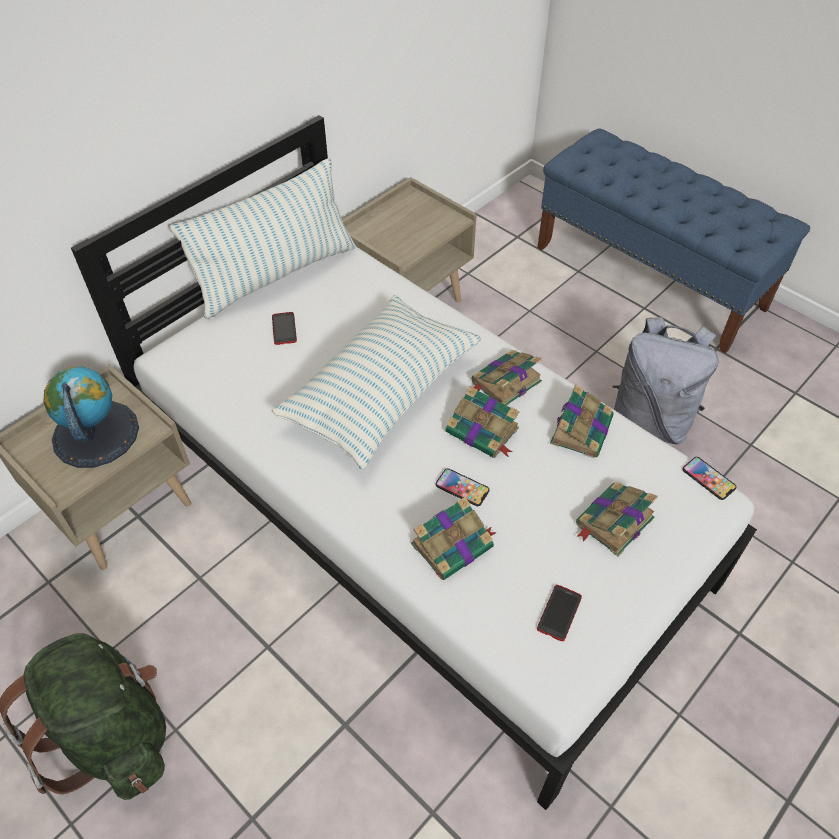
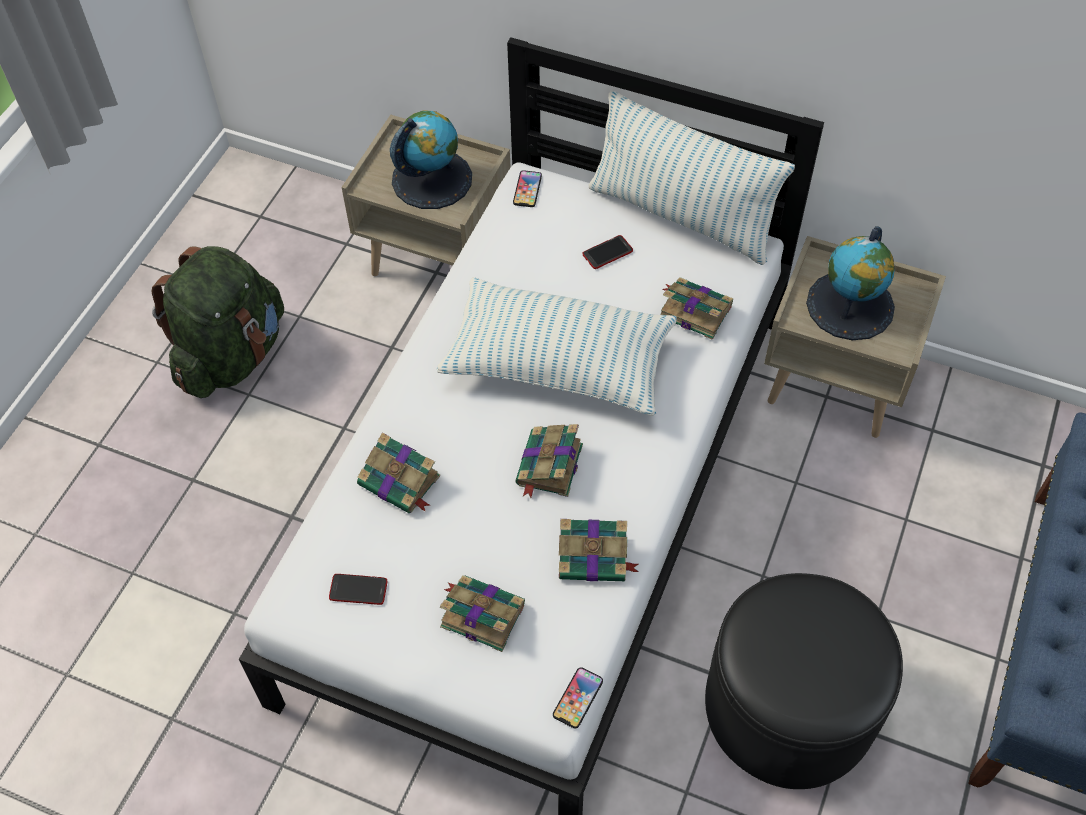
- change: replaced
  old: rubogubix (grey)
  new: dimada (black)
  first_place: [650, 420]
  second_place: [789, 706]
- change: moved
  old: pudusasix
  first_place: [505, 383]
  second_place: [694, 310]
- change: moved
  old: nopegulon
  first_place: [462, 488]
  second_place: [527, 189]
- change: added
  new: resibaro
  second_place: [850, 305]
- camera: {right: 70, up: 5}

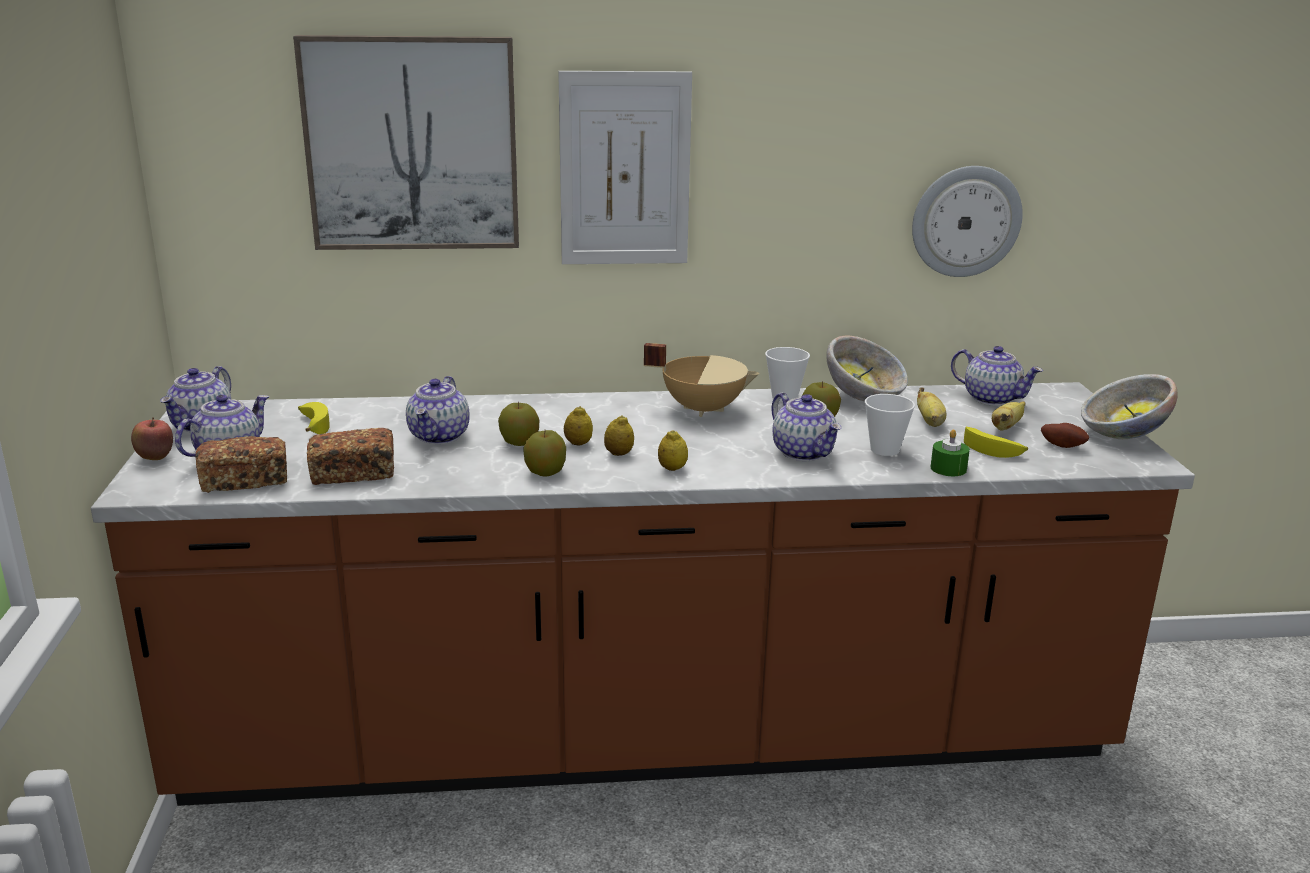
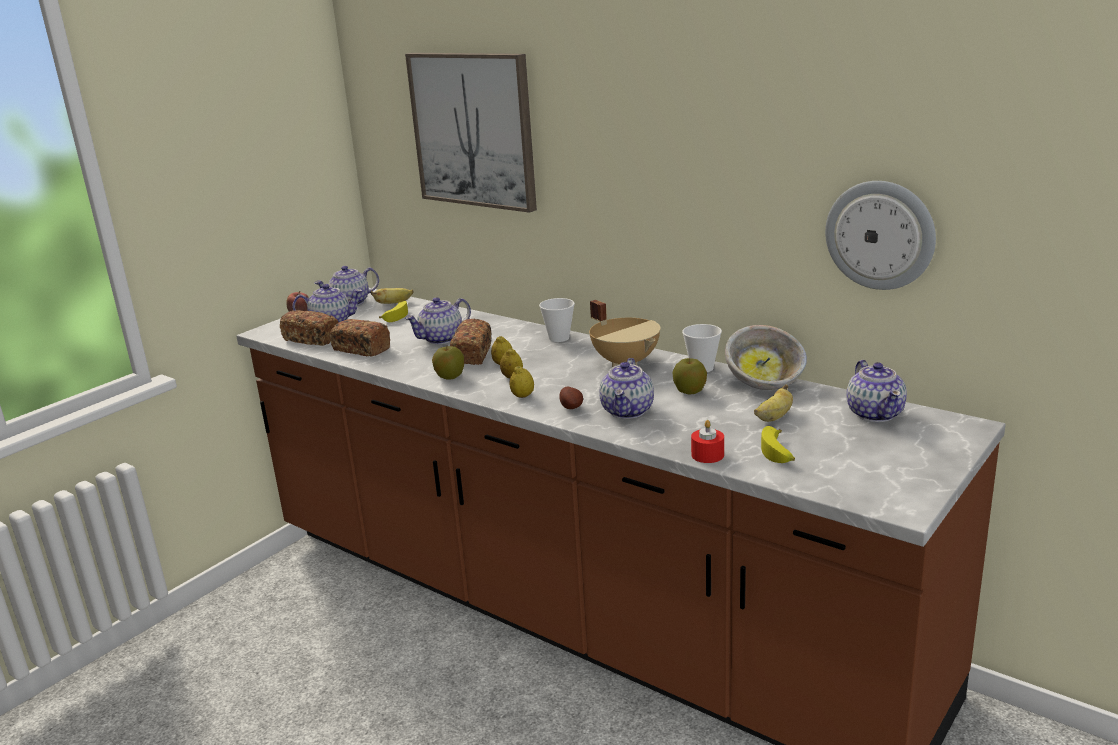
- change: removed
  old: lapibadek
  first_place: [625, 170]
- change: removed
  old: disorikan
  first_place: [1122, 435]
- change: moved
  old: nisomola
  first_place: [884, 450]
  second_place: [559, 338]
- change: replaced
  old: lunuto
  new: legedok
  first_place: [519, 443]
  second_place: [473, 354]
- change: moved
  old: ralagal
  first_place: [1006, 427]
  second_place: [394, 303]
- change: moved
  old: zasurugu
  first_place: [1063, 445]
  second_place: [572, 407]
- change: recoloured
  old: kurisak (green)
  new: kurisak (red)
  first_place: [948, 468]
  second_place: [707, 455]
- camera: {right: 45, up: 0}

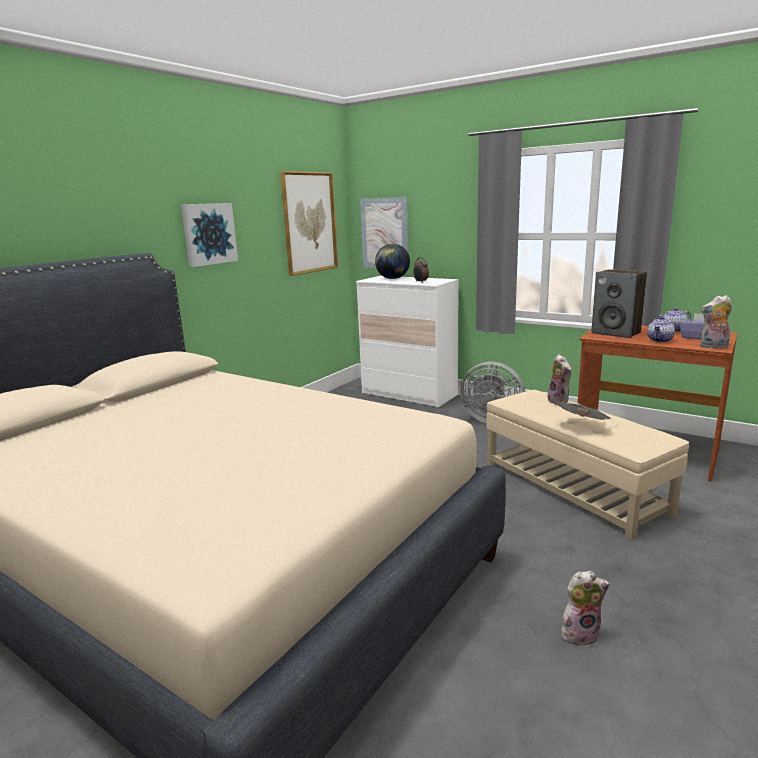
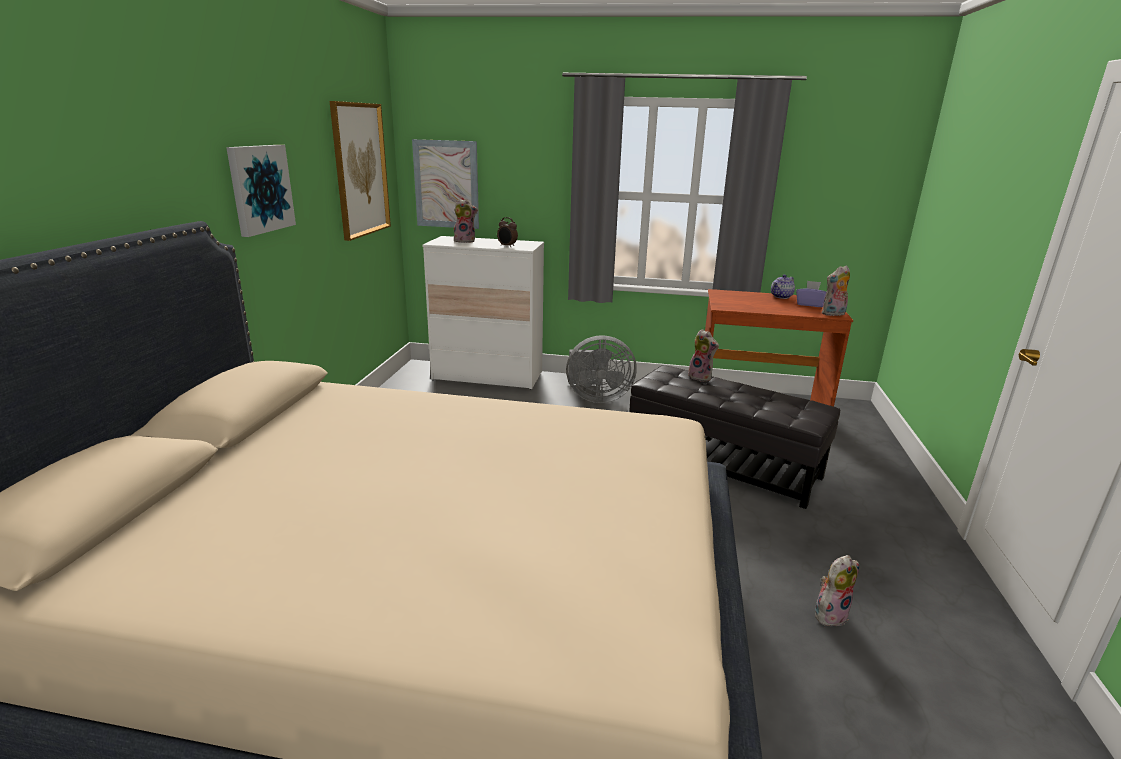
- change: replaced
  old: resibaro
  new: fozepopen
  first_place: [392, 279]
  second_place: [465, 241]
- change: removed
  old: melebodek
  first_place: [616, 333]
- change: removed
  old: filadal
  first_place: [660, 340]
- change: recoloured
  old: dimada (beige)
  new: dimada (black)
  first_place: [572, 487]
  second_place: [722, 463]
- change: removed
  old: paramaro
  first_place: [583, 426]
- camera: {right: -25, up: 5}

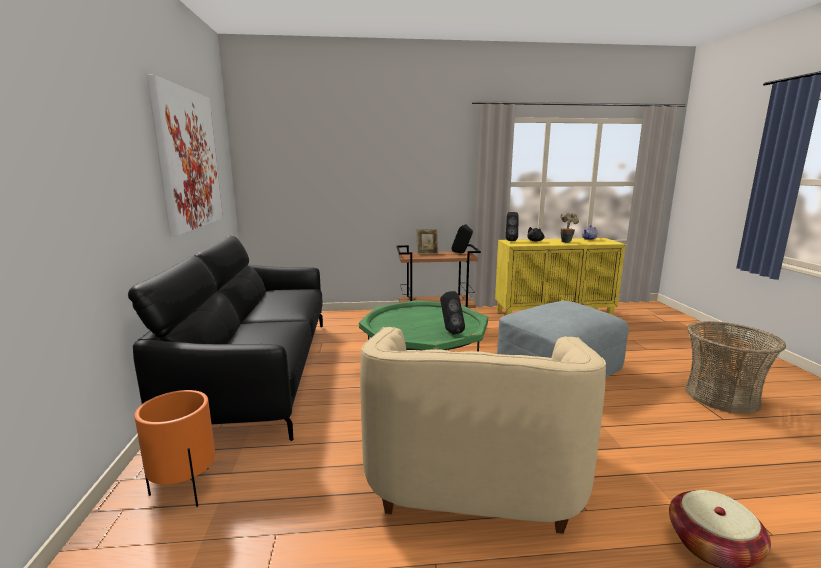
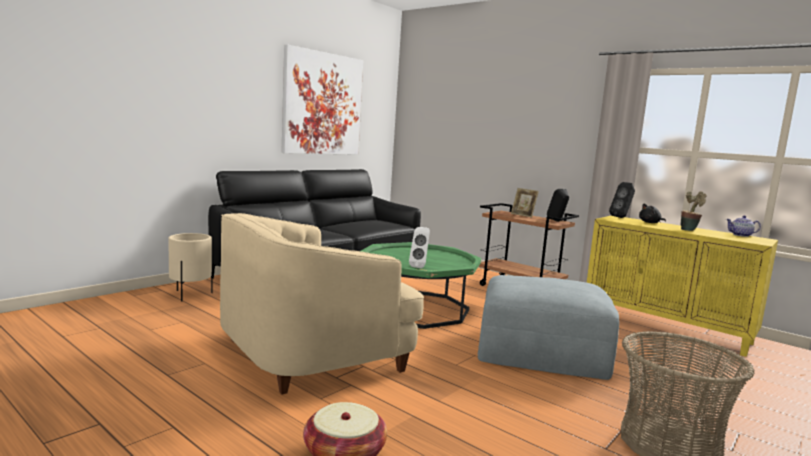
- change: recoloured
  old: melebodek (black)
  new: melebodek (white)
  first_place: [450, 331]
  second_place: [419, 267]
- change: recoloured
  old: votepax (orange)
  new: votepax (beige)
  first_place: [185, 489]
  second_place: [190, 294]
- camera: {right: 45, up: -5}

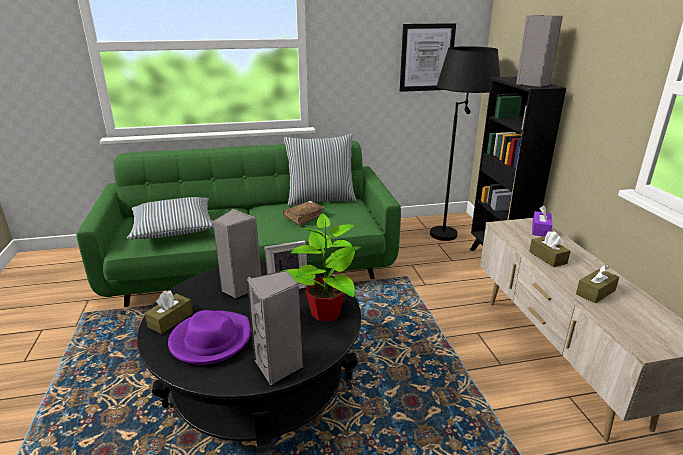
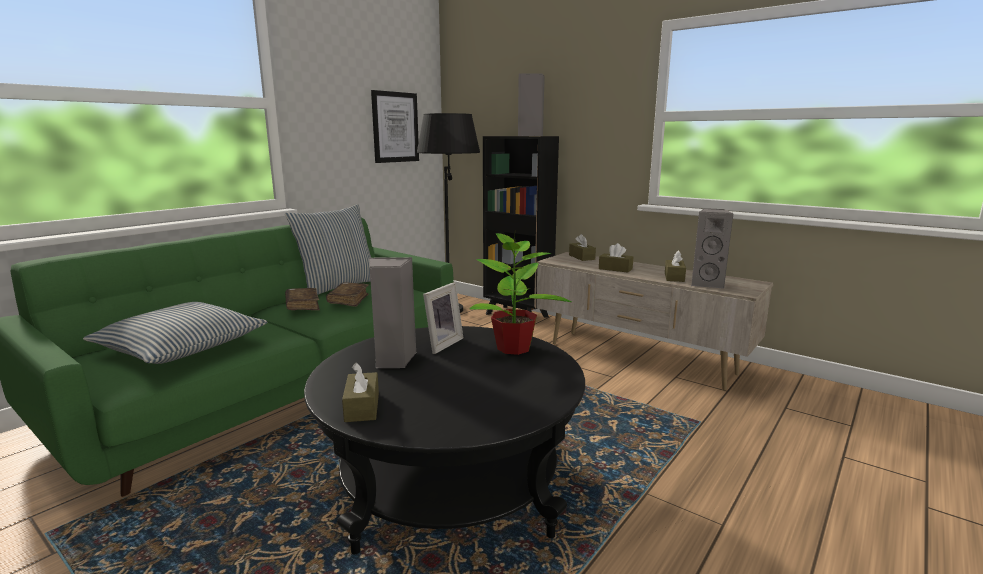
- change: recoloured
  old: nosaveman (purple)
  new: nosaveman (brown)
  first_place: [540, 229]
  second_place: [581, 257]
- change: moved
  old: melebodek (grey)
  first_place: [279, 366]
  second_place: [707, 284]
- change: removed
  old: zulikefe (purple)
  first_place: [211, 340]
- change: added
  new: pudusasix (brown)
  second_place: [302, 305]
- camera: {right: -40, up: -10}

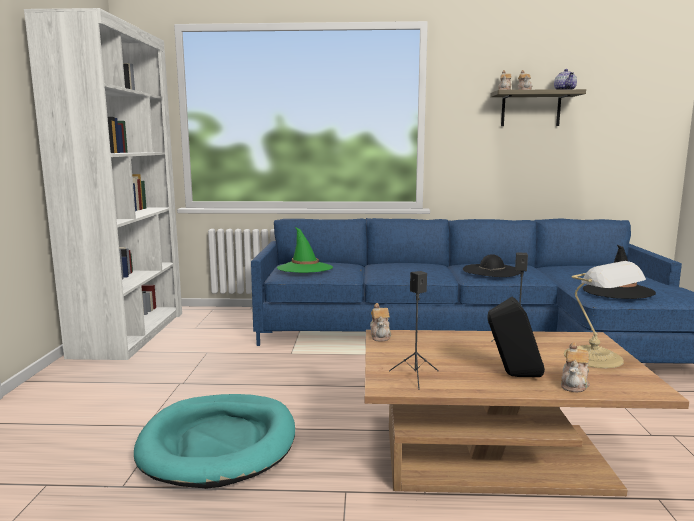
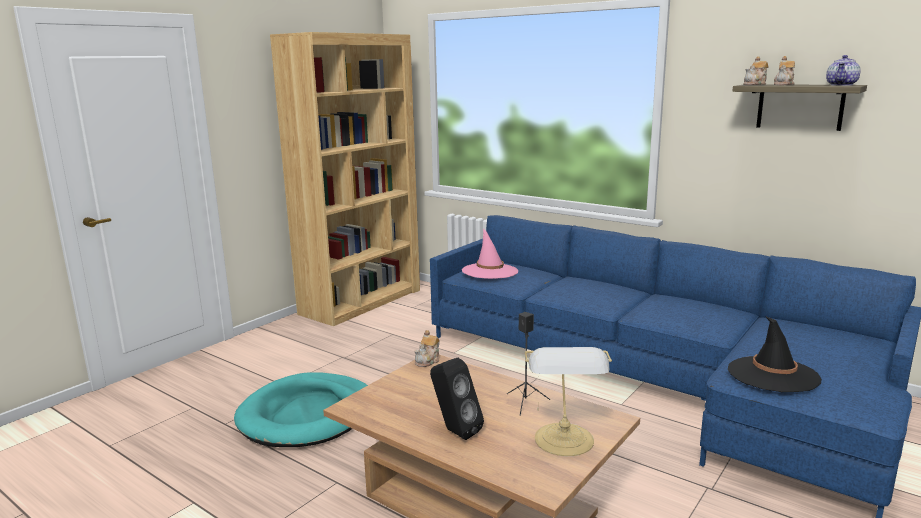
- change: recoloured
  old: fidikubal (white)
  new: fidikubal (brown)
  first_place: [130, 333]
  second_place: [361, 301]
- change: recoloured
  old: zulikefe (green)
  new: zulikefe (pink)
  first_place: [305, 268]
  second_place: [490, 271]
- change: removed
  old: zulikefe (black)
  first_place: [491, 270]
- change: removed
  old: melebodek (black)
  first_place: [415, 377]
- change: removed
  old: filadal
  first_place: [574, 384]
- camera: {right: 35, up: 5}

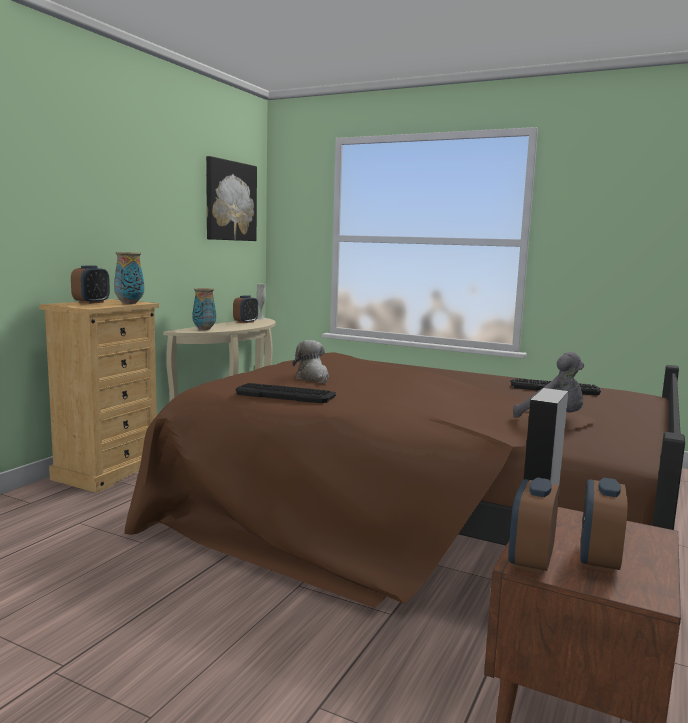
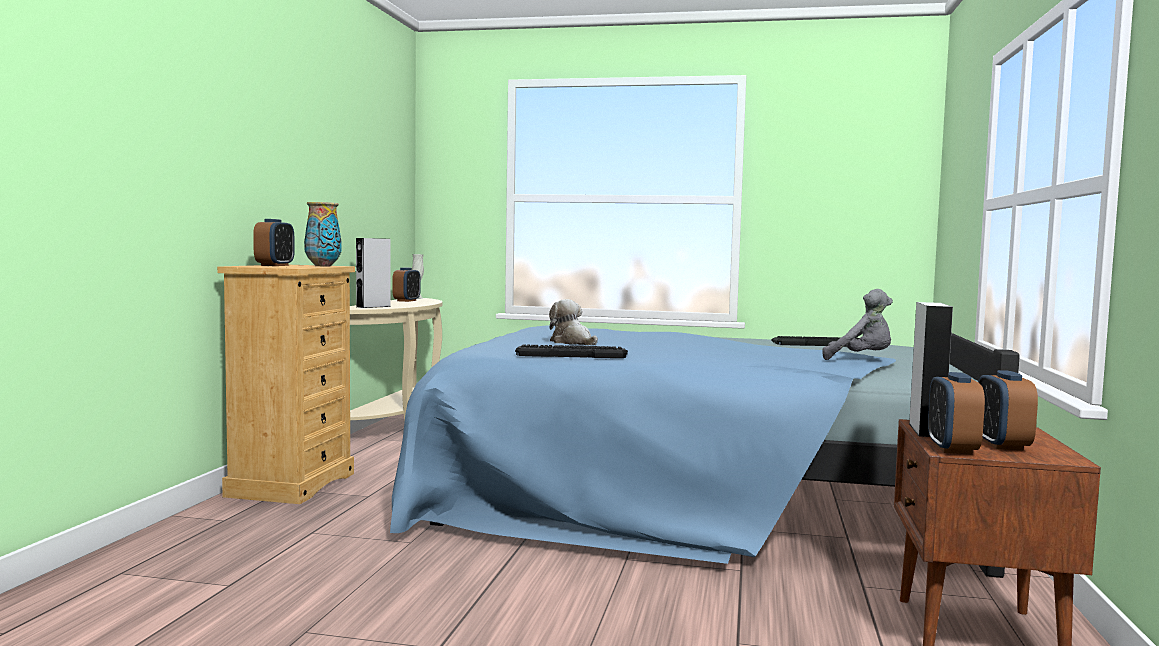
- change: removed
  old: lapibadek
  first_place: [230, 201]
- change: replaced
  old: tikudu
  new: melebodek (grey)
  first_place: [204, 329]
  second_place: [373, 306]
- change: recoloured
  old: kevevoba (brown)
  new: kevevoba (blue)
  first_place: [416, 518]
  second_place: [694, 495]
- camera: {right: -15, up: -5}

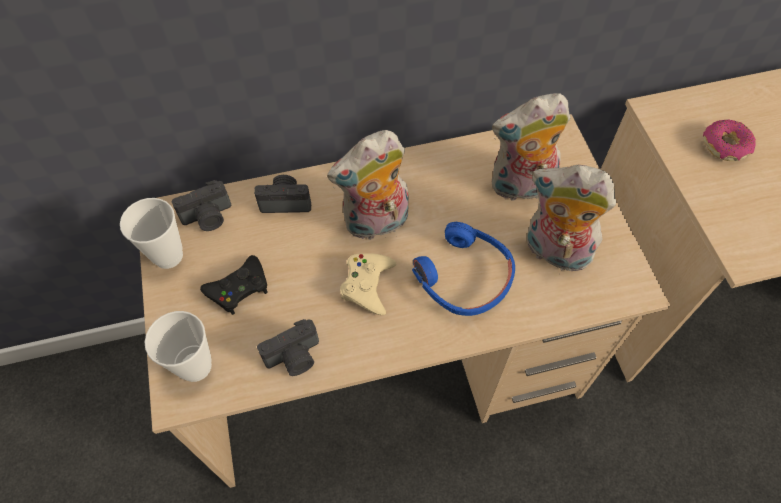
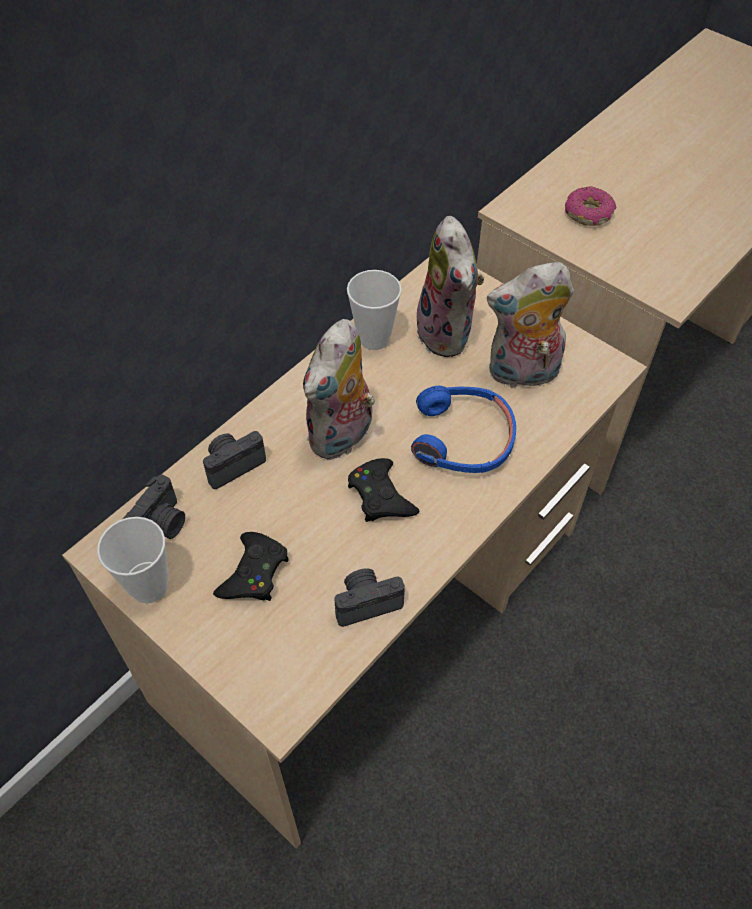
- change: turned
  old: fozepopen
  first_place: [520, 188]
  second_place: [448, 334]
  degrees: -60
- change: recoloured
  old: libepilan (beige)
  new: libepilan (black)
  first_place: [367, 285]
  second_place: [380, 496]
- change: moved
  old: nisomola
  first_place: [195, 366]
  second_place: [374, 339]
- change: turned
  old: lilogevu
  first_place: [295, 358]
  second_place: [366, 602]
  degrees: -135
- camera: {right: -35, up: -5}

